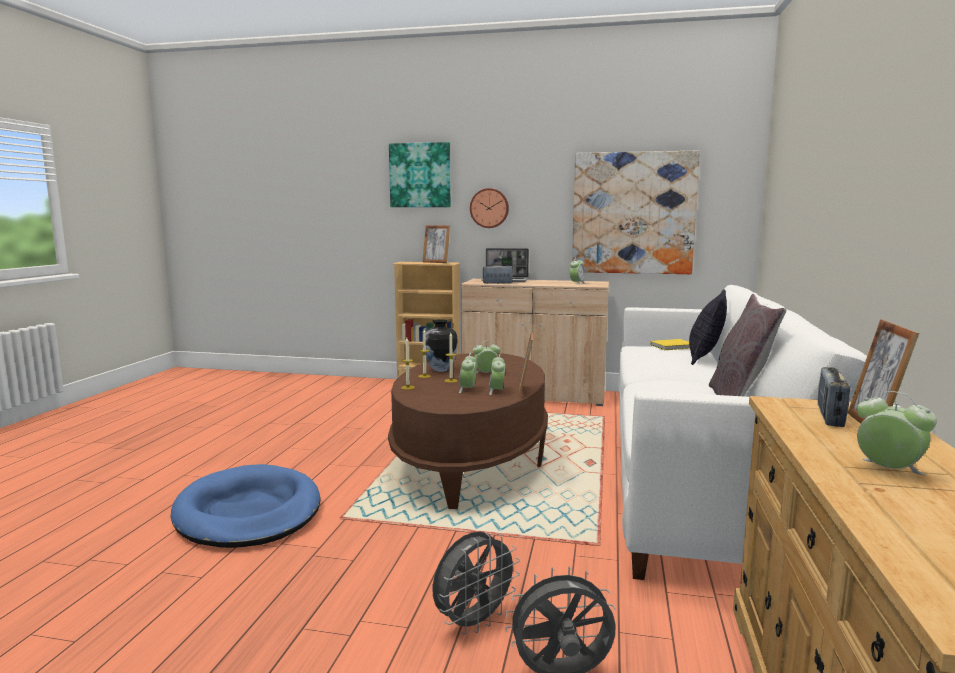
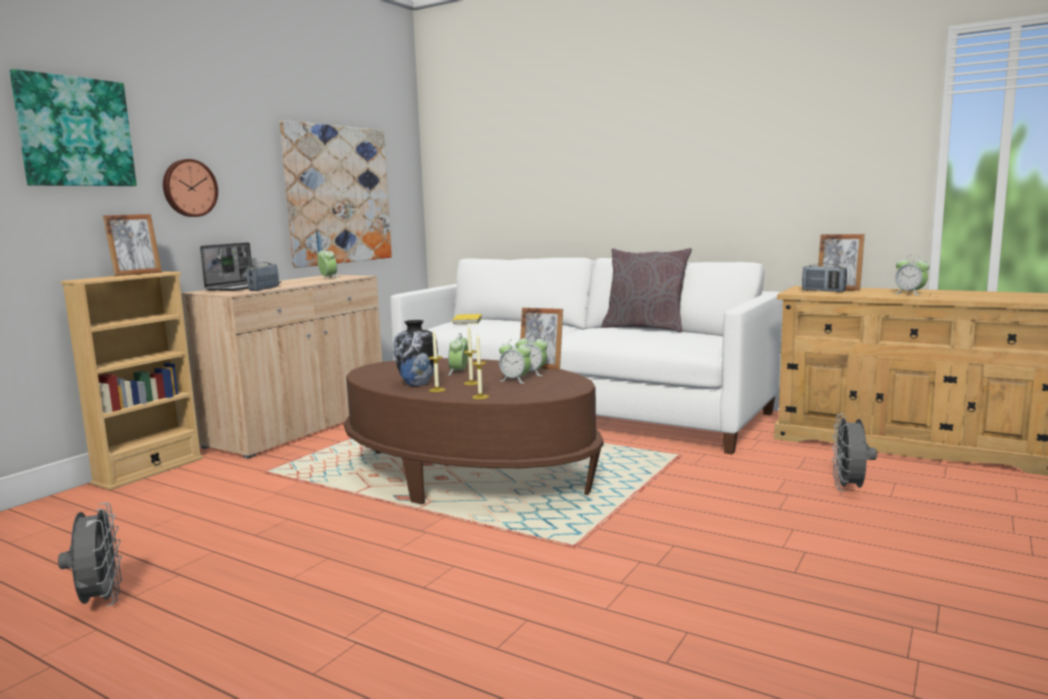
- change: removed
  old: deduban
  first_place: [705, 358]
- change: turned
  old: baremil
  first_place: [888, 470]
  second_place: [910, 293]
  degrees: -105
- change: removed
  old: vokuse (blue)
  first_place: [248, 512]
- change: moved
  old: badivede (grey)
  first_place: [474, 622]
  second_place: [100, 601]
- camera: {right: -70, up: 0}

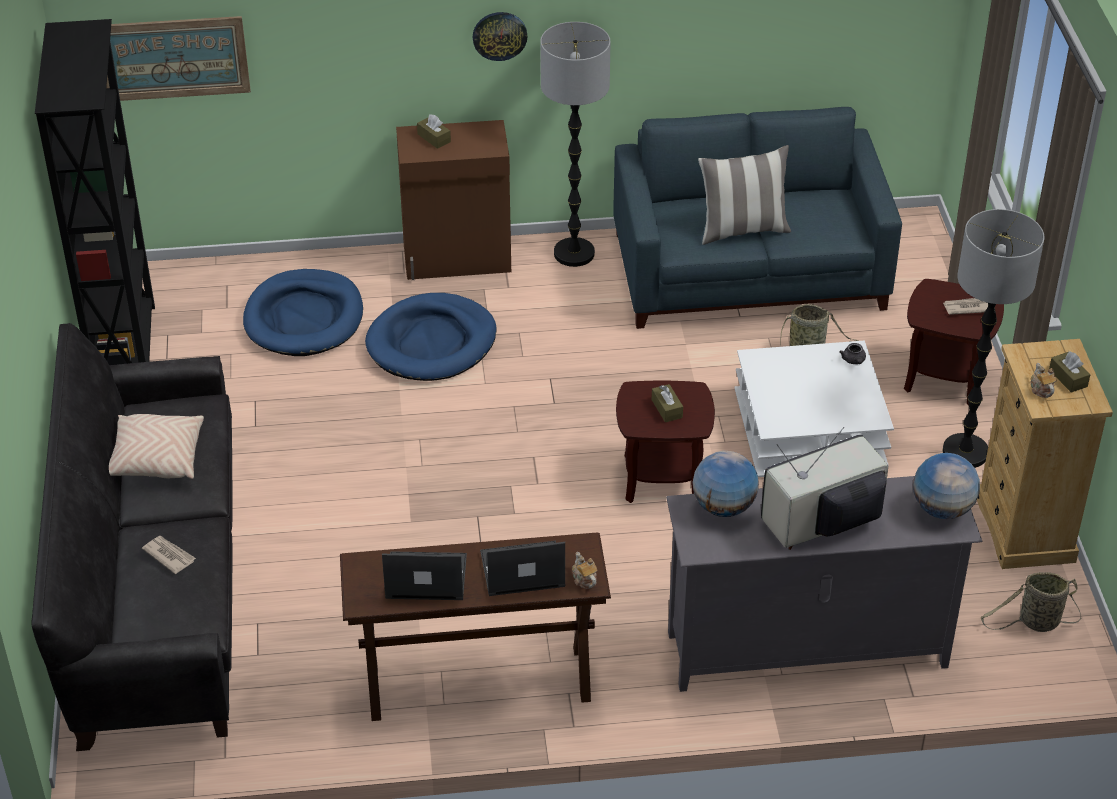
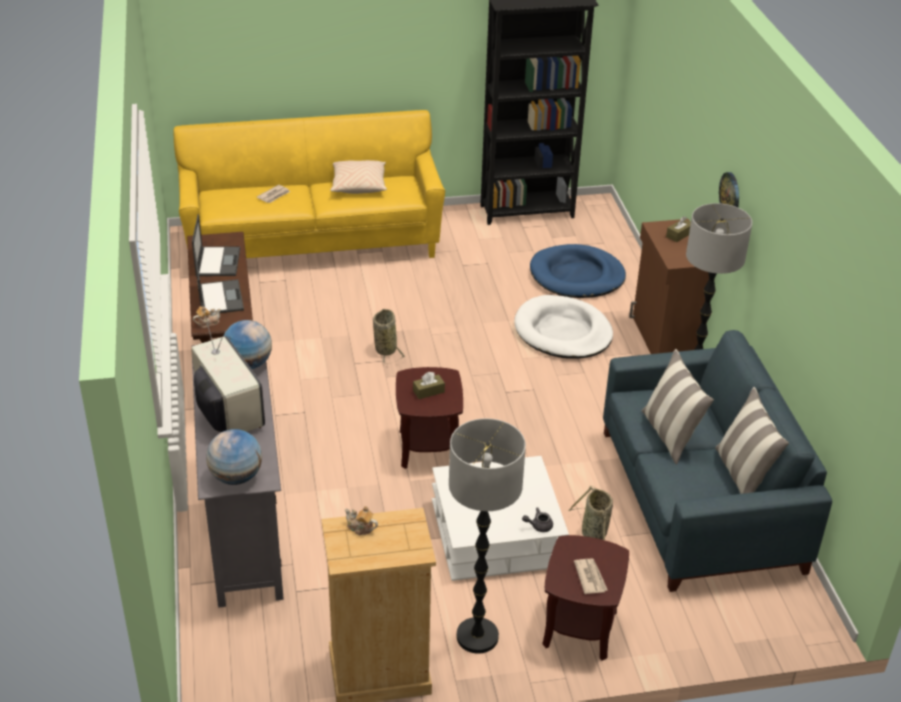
- change: removed
  old: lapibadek
  first_place: [174, 58]
- change: recoloured
  old: vokuse (blue)
  new: vokuse (white)
  first_place: [432, 342]
  second_place: [562, 332]
- change: recoloured
  old: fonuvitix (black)
  new: fonuvitix (yellow)
  first_place: [157, 592]
  second_place: [312, 243]
- change: removed
  old: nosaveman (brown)
  first_place: [1068, 378]
- change: turned
  old: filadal
  first_place: [1041, 389]
  second_place: [360, 528]
  degrees: -135
- change: moved
  old: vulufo
  first_place: [1036, 622]
  second_place: [385, 348]
- change: added
  new: deduban
  second_place: [743, 475]
- camera: {right: 85, up: -5}

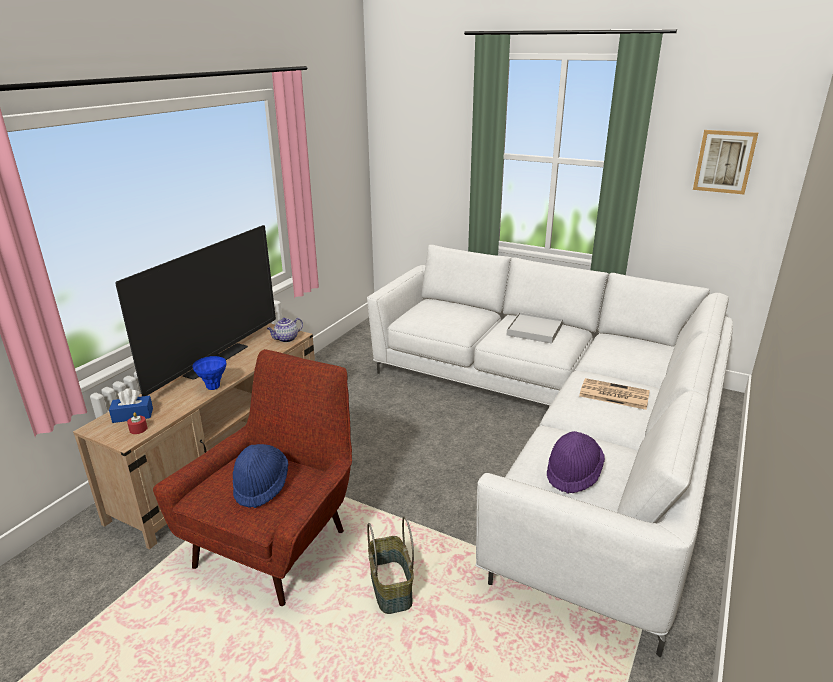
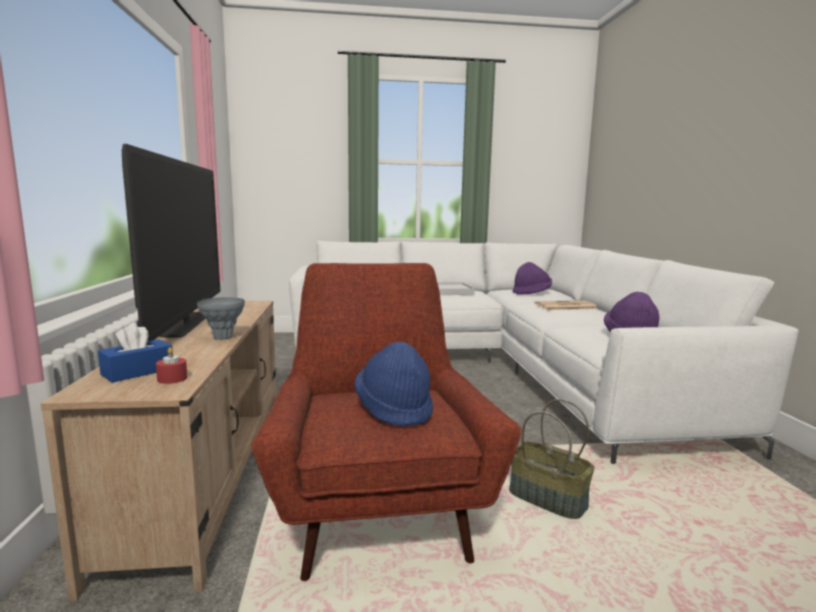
- change: removed
  old: lapibadek
  first_place: [724, 161]
- change: removed
  old: filadal
  first_place: [286, 339]
- change: recoloured
  old: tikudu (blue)
  new: tikudu (grey)
  first_place: [213, 387]
  second_place: [223, 337]
- change: added
  new: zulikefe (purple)
  second_place: [531, 293]
- camera: {right: -35, up: -15}

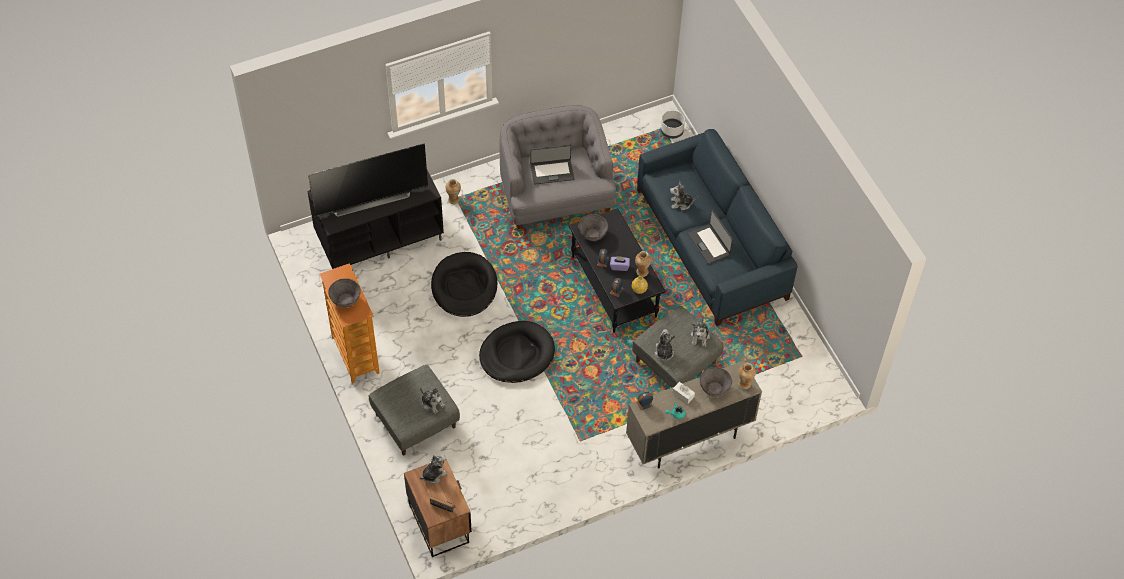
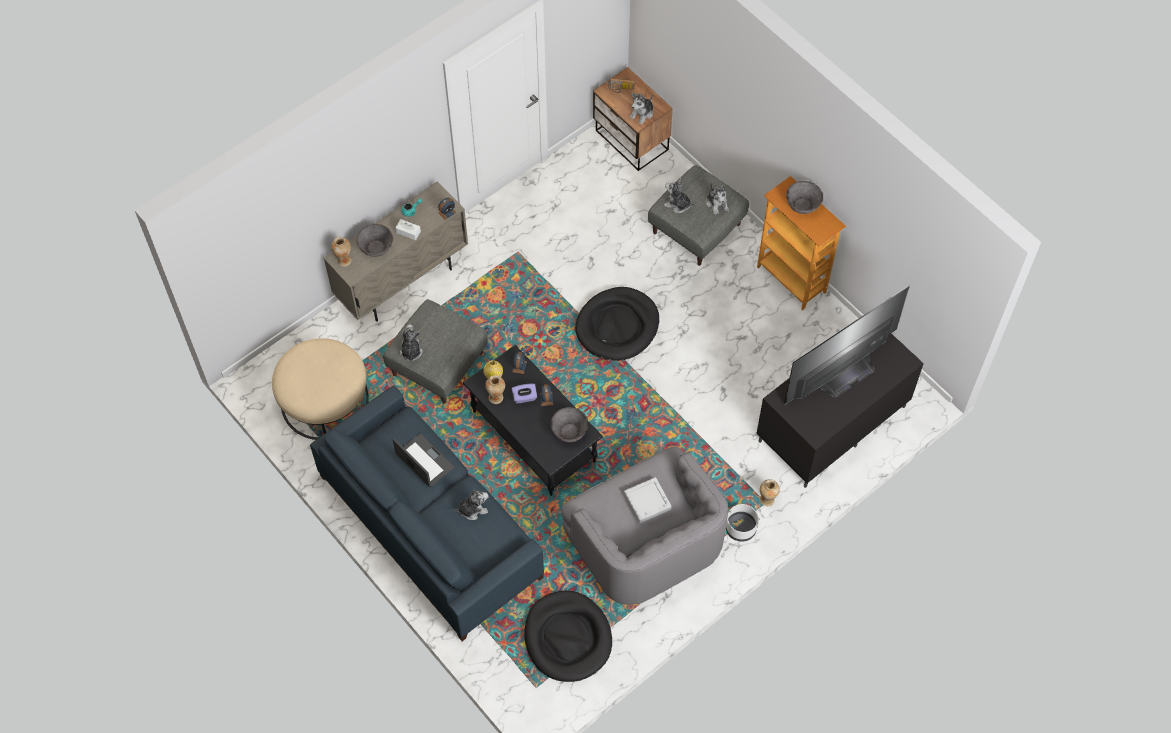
- change: moved
  old: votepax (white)
  first_place: [671, 131]
  second_place: [741, 528]
- change: replaced
  old: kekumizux
  new: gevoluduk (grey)
  first_place: [552, 172]
  second_place: [647, 502]
- change: moved
  old: vokuse (black)
  first_place: [464, 287]
  second_place: [567, 638]
- change: moved
  old: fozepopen
  first_place: [664, 352]
  second_place: [717, 203]
- change: added
  new: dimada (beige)
  second_place: [325, 401]
- camera: {right: 165, up: 5}

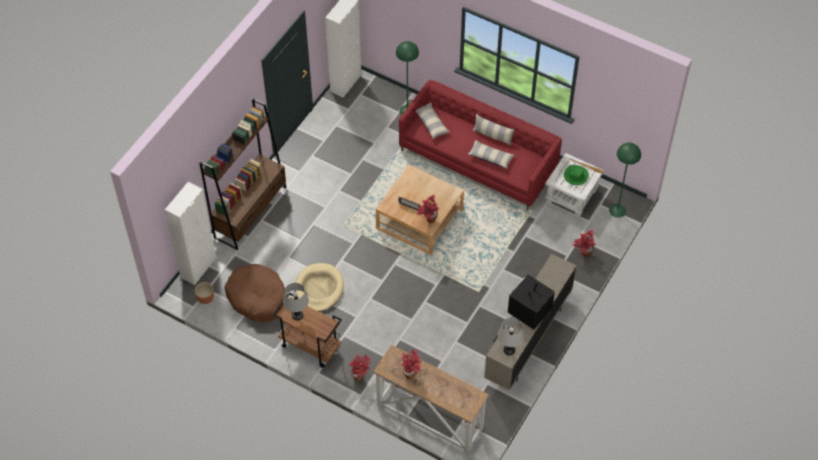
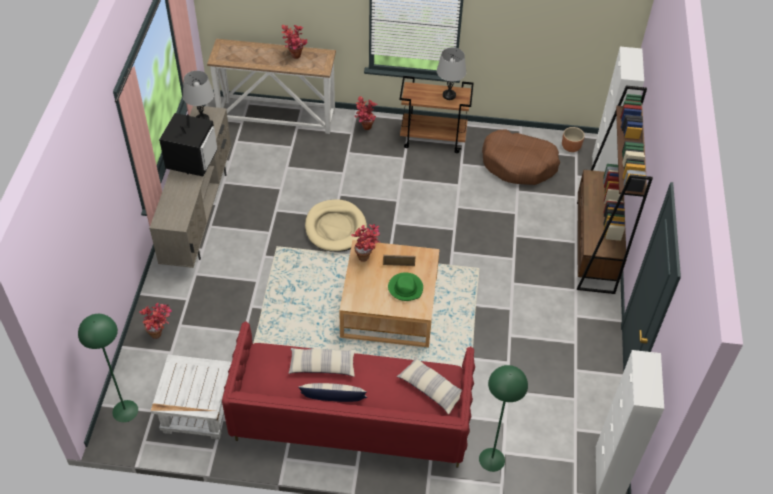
- change: moved
  old: zulikefe (green)
  first_place: [575, 176]
  second_place: [405, 288]
- change: moved
  old: vokuse (beige)
  first_place: [319, 289]
  second_place: [335, 228]
- camera: {right: 155, up: -5}

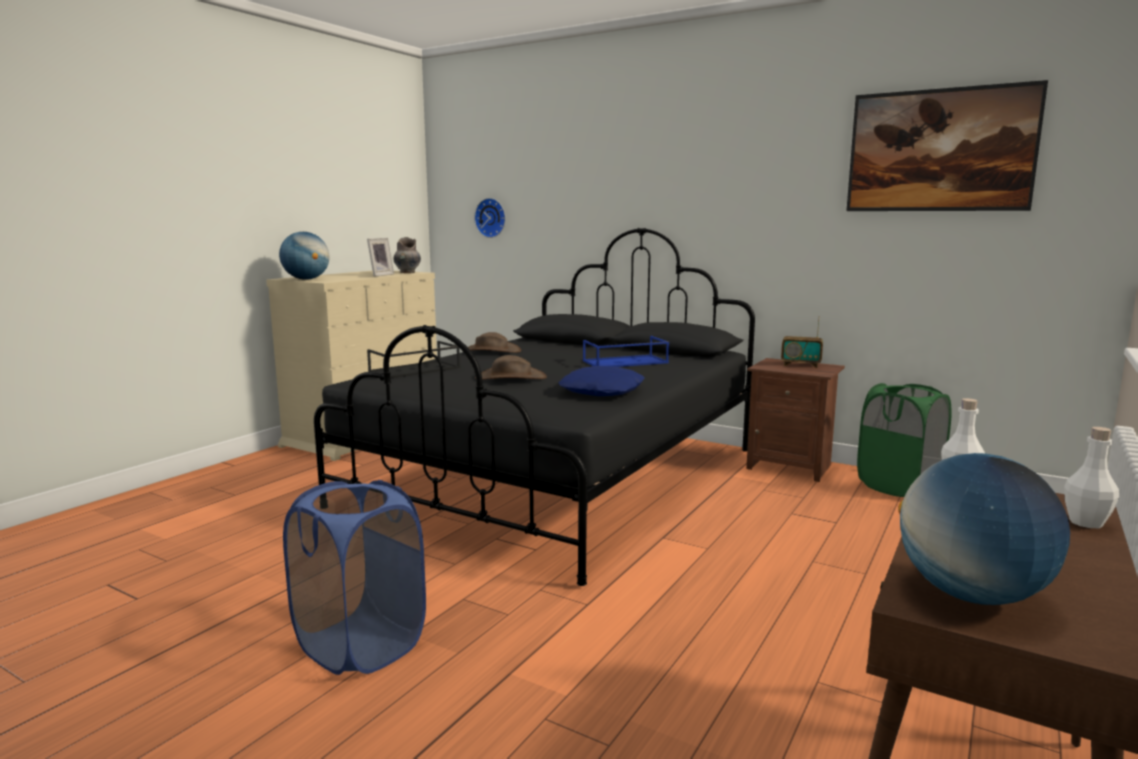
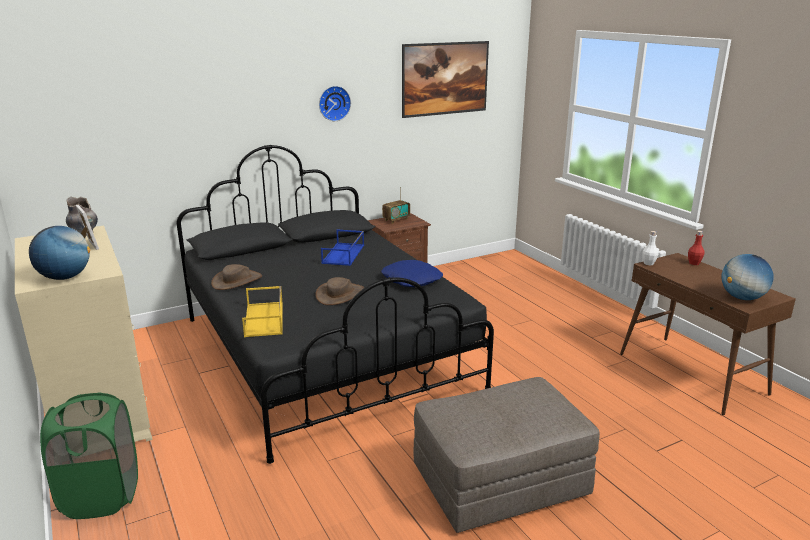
- change: moved
  old: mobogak
  first_place: [491, 218]
  second_place: [334, 103]
- change: recoloured
  old: gevoluduk (black)
  new: gevoluduk (yellow)
  first_place: [414, 370]
  second_place: [265, 319]
- change: moved
  old: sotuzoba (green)
  first_place: [898, 486]
  second_place: [101, 497]
- change: recoloured
  old: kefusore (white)
  new: kefusore (red)
  first_place: [1086, 522]
  second_place: [694, 263]
- change: replaced
  old: sotuzoba (blue)
  new: dimada (grey)
  first_place: [360, 645]
  second_place: [499, 481]
- camera: {right: -60, up: 10}

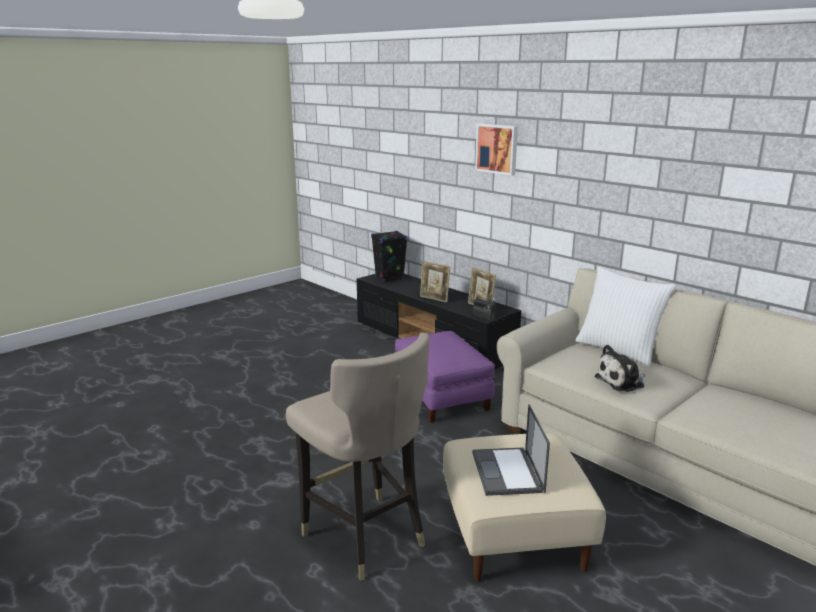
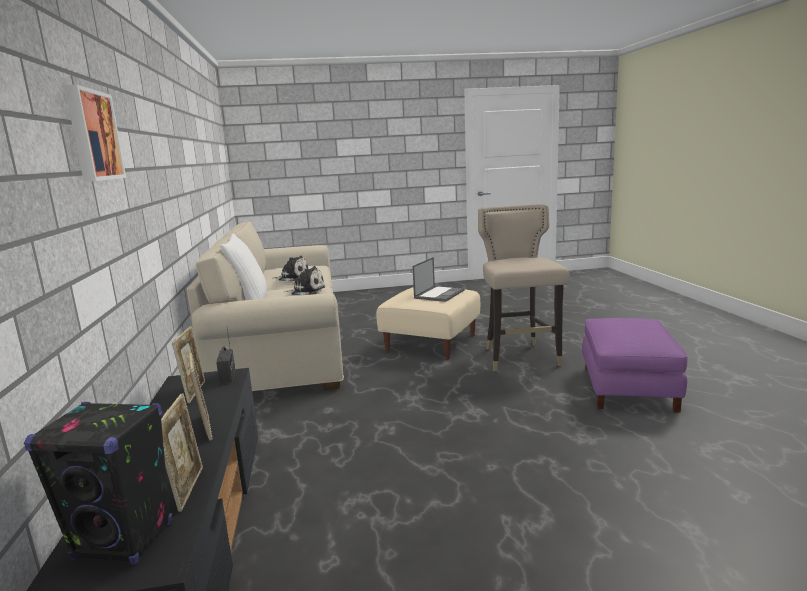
- change: moved
  old: dimada (purple)
  first_place: [442, 396]
  second_place: [626, 388]
- change: added
  new: fozepopen
  second_place: [293, 278]
- change: added
  new: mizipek
  second_place: [188, 488]
- camera: {right: -145, up: -5}

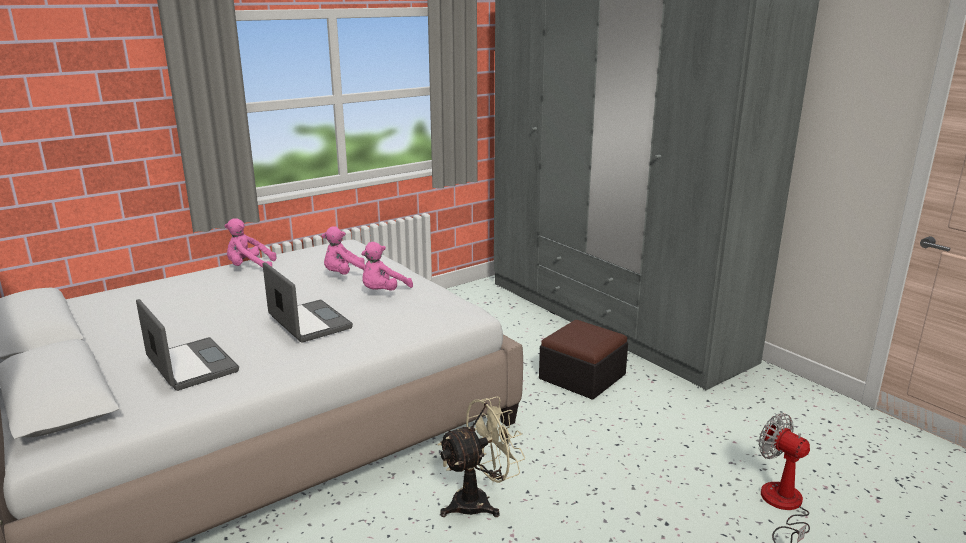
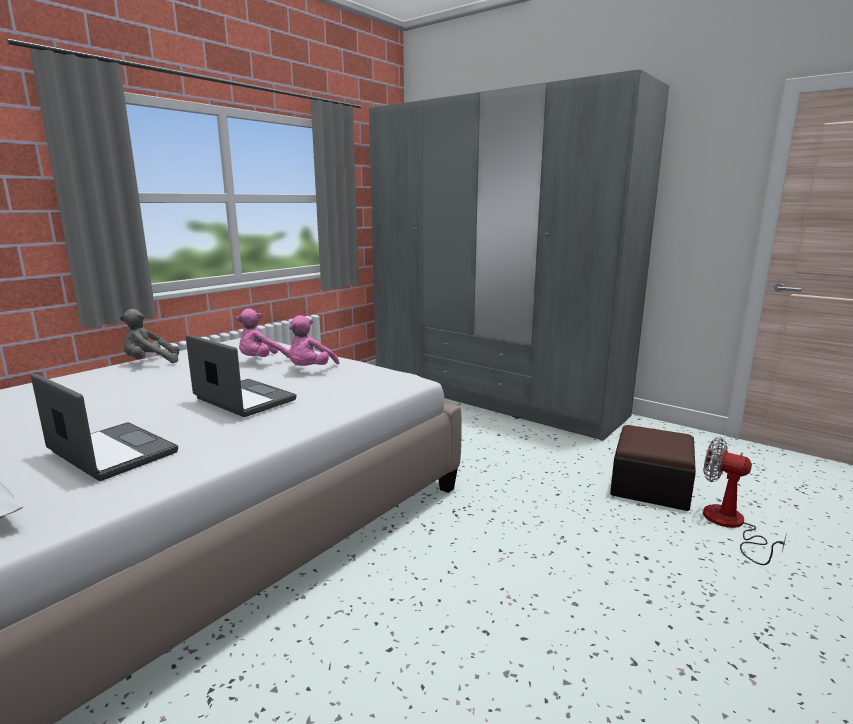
- change: recoloured
  old: fozepopen (pink)
  new: fozepopen (grey)
  first_place: [249, 267]
  second_place: [150, 362]
- change: moved
  old: dimada
  first_place: [582, 376]
  second_place: [650, 486]
- change: removed
  old: badivede (beige)
  first_place: [479, 501]
- camera: {right: -15, up: -5}

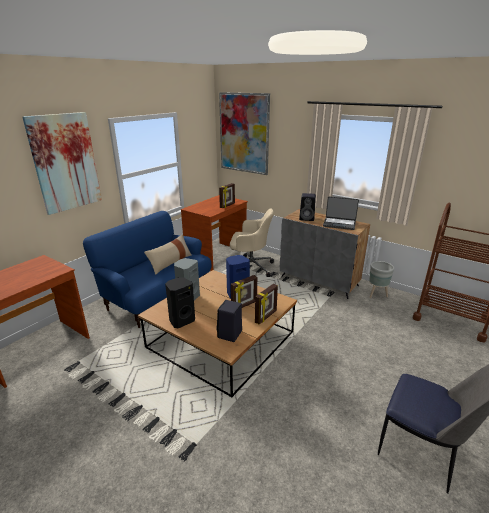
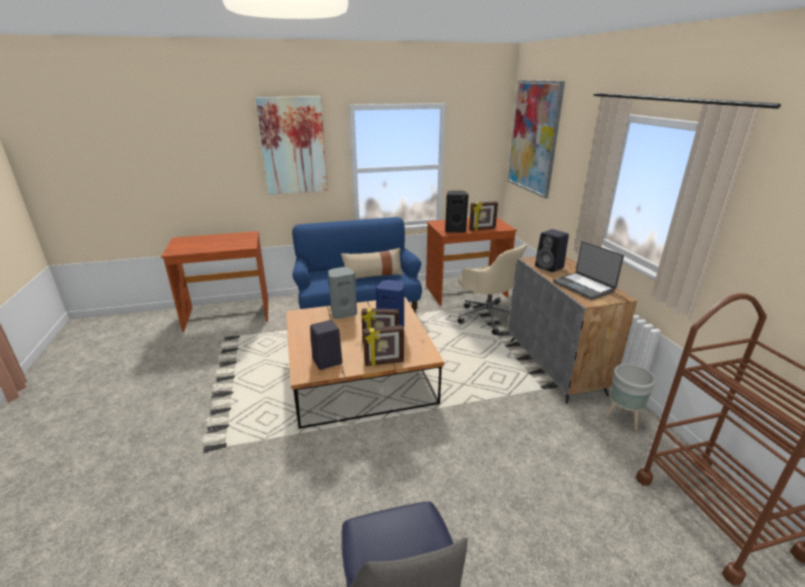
- change: moved
  old: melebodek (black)
  first_place: [181, 320]
  second_place: [455, 230]
- camera: {right: 40, up: 0}

